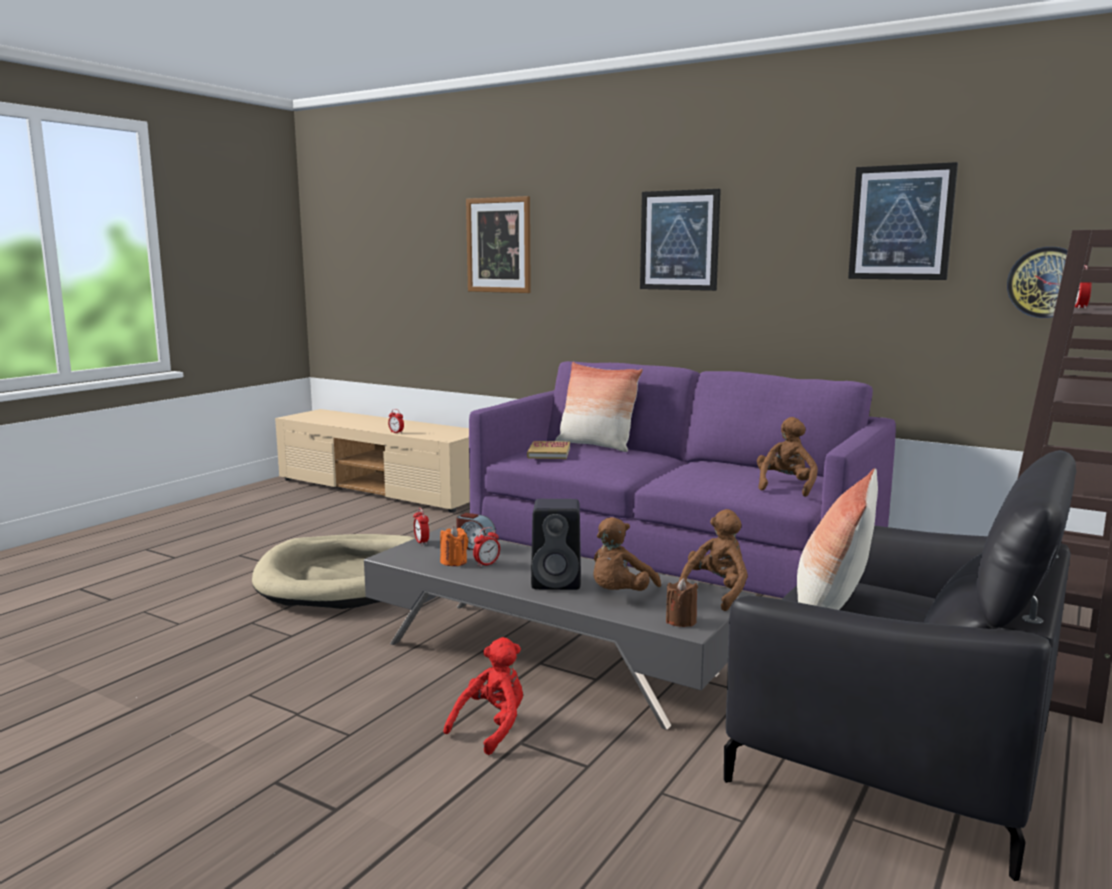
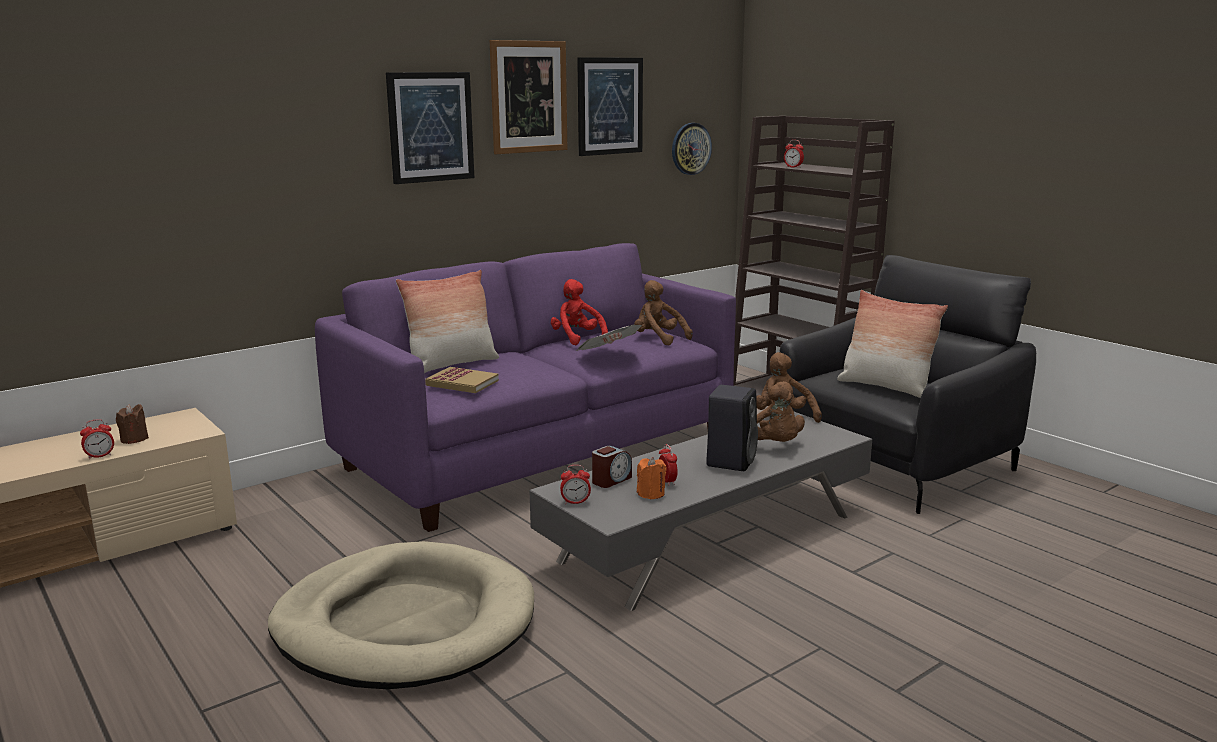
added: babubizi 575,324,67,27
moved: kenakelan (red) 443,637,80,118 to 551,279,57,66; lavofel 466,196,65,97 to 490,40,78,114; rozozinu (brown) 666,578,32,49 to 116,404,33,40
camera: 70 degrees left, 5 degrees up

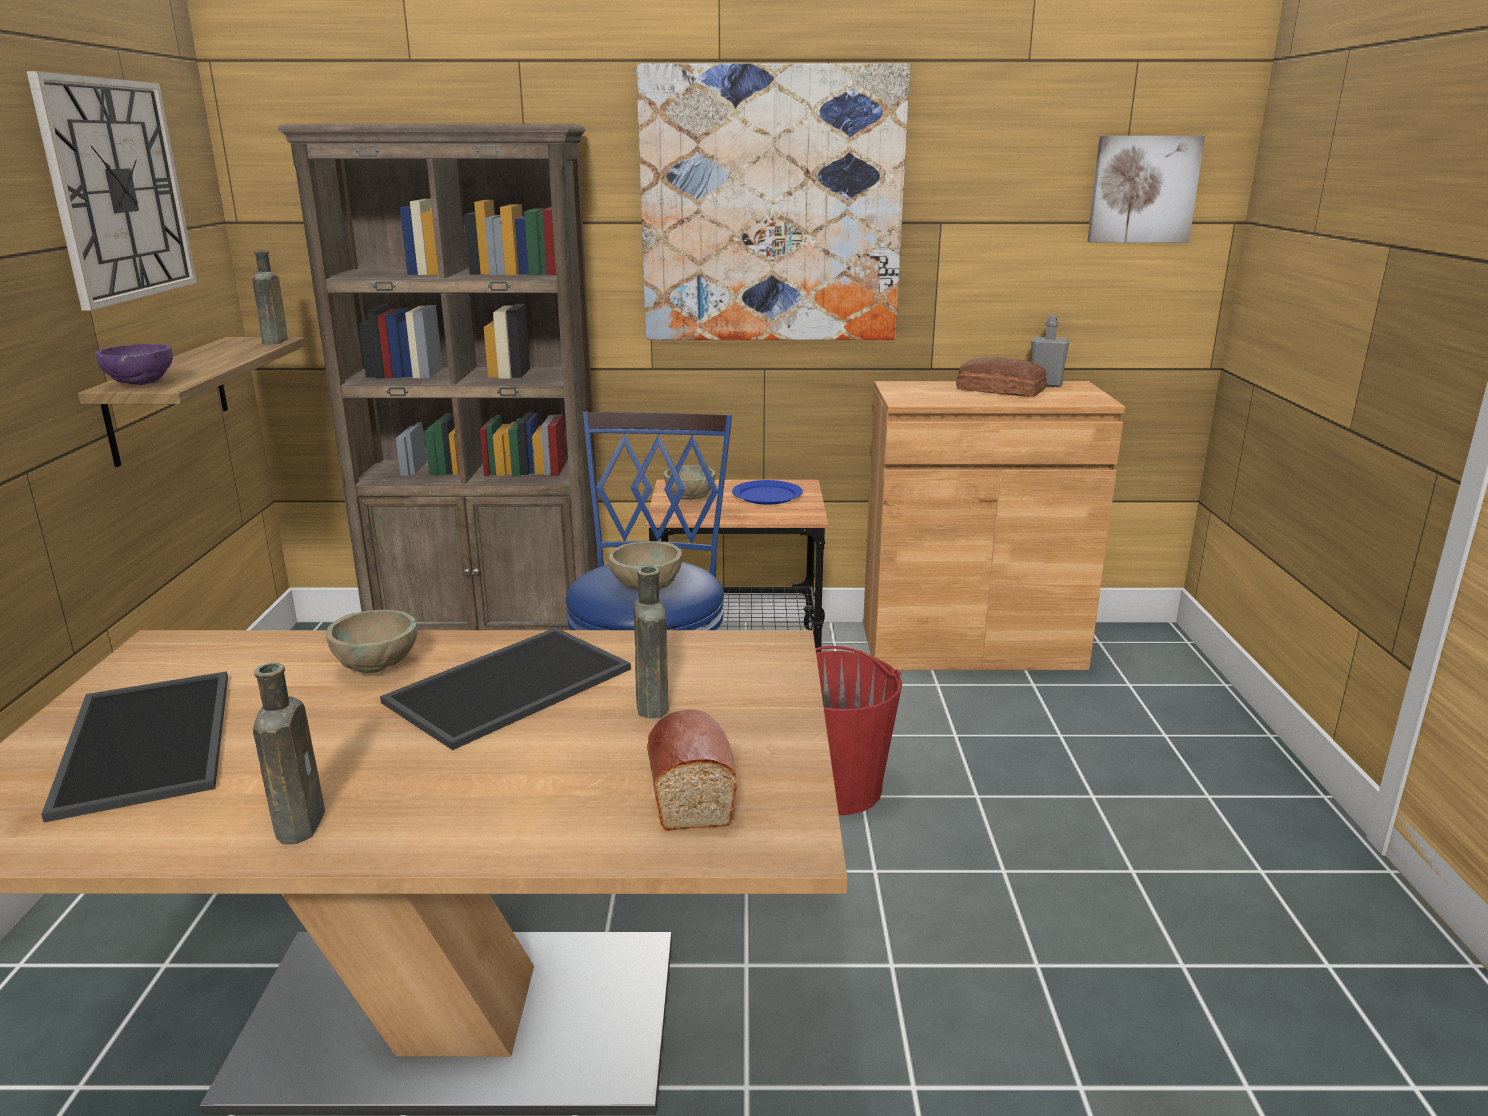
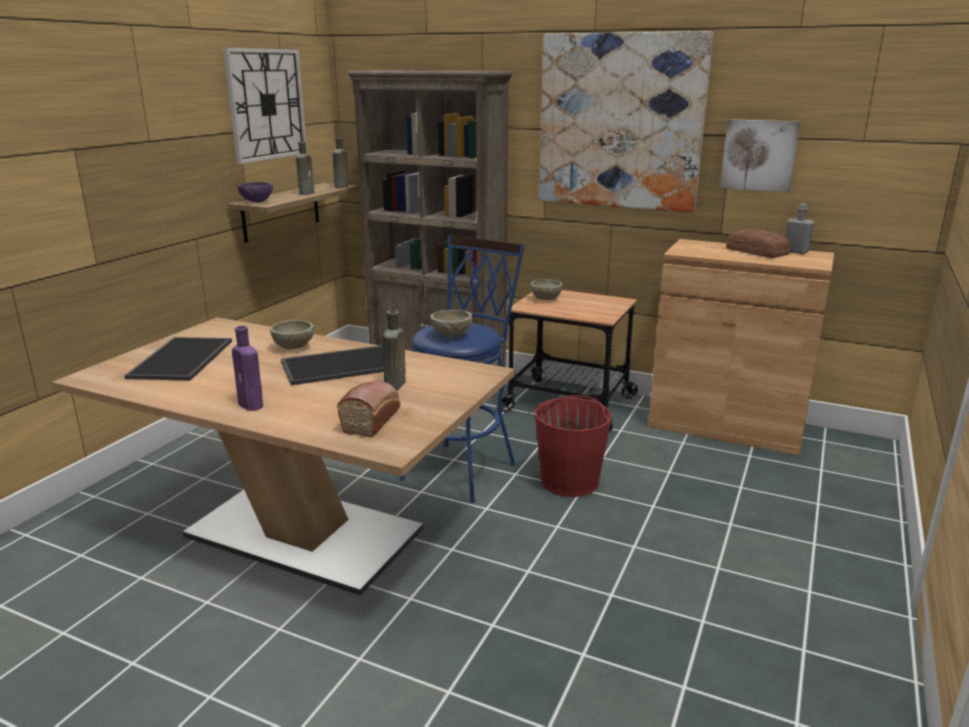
removed: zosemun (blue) 732,480,71,25
added: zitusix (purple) 232,326,31,85
moved: zitusix (brown) 253,663,72,181 to 296,142,19,53; lavofel 1087,136,118,107 to 720,119,80,73
camera: 25 degrees right, 0 degrees up

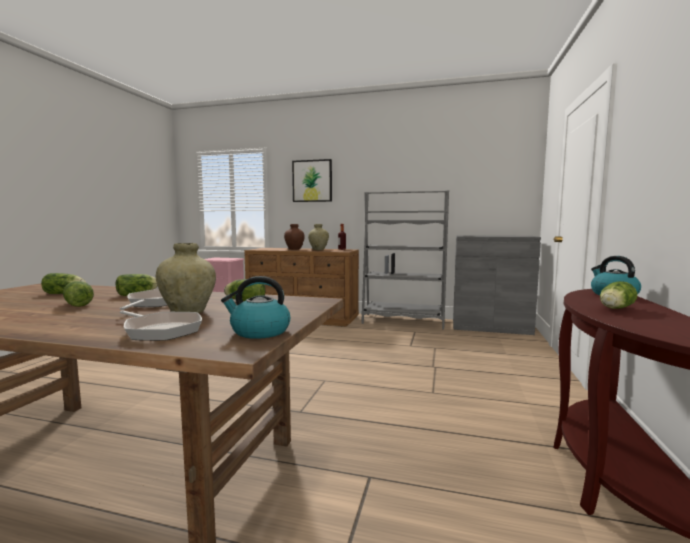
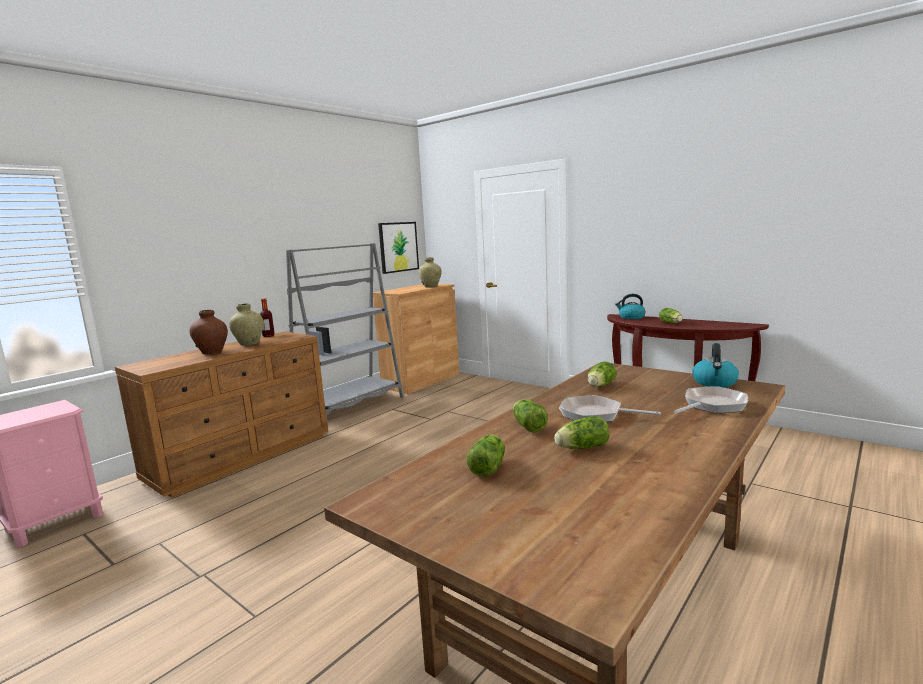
moved: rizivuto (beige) 156,243,60,70 to 419,258,23,29; lavofel 292,159,40,43 to 378,222,41,52
recoloured: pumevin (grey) 453,235,88,100 to pumevin (brown) 373,284,86,110
camera: 65 degrees left, 5 degrees up

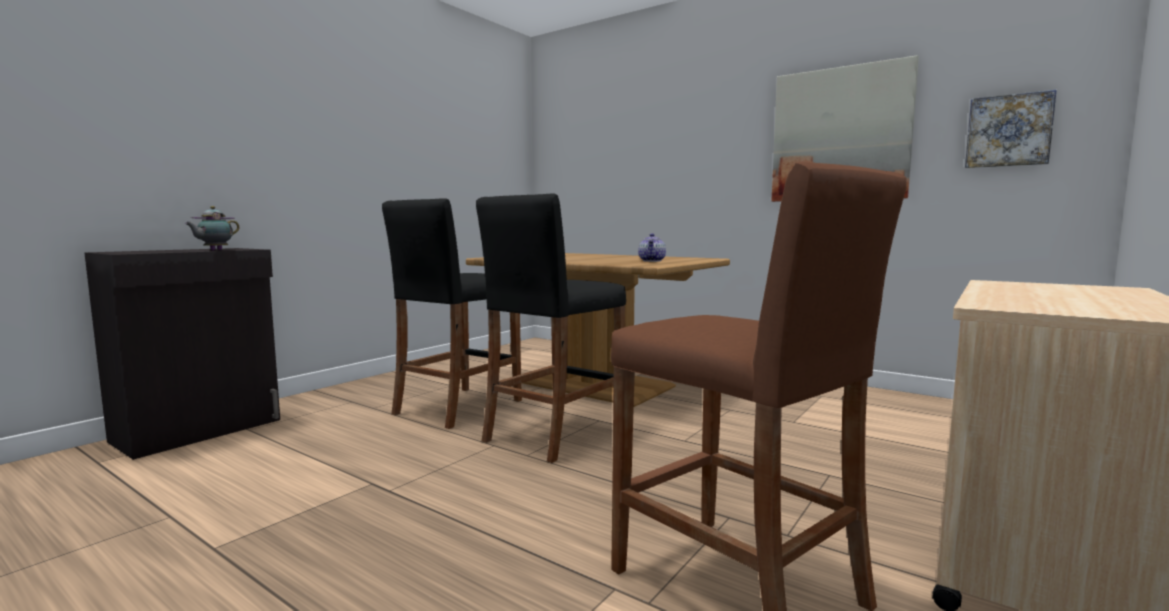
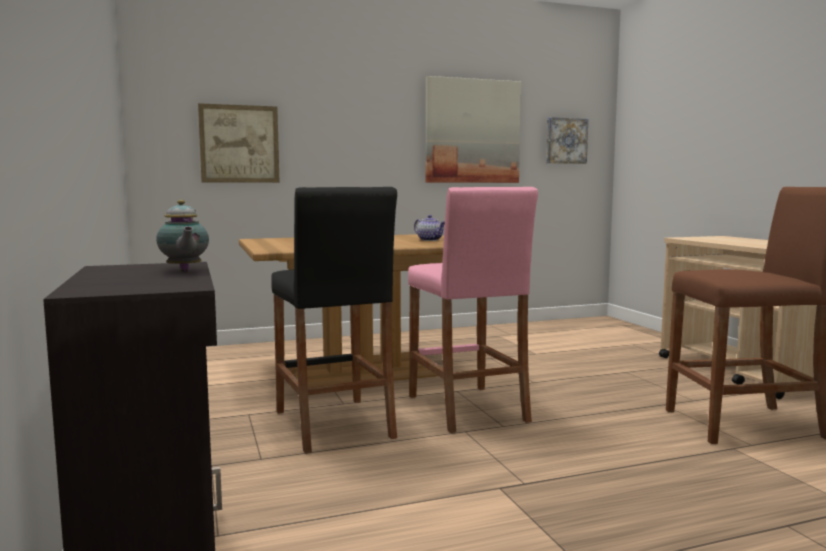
added: lavofel 198,103,82,80
recoloured: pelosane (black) 476,194,150,269 to pelosane (pink) 408,187,130,246
camera: 55 degrees left, 0 degrees up

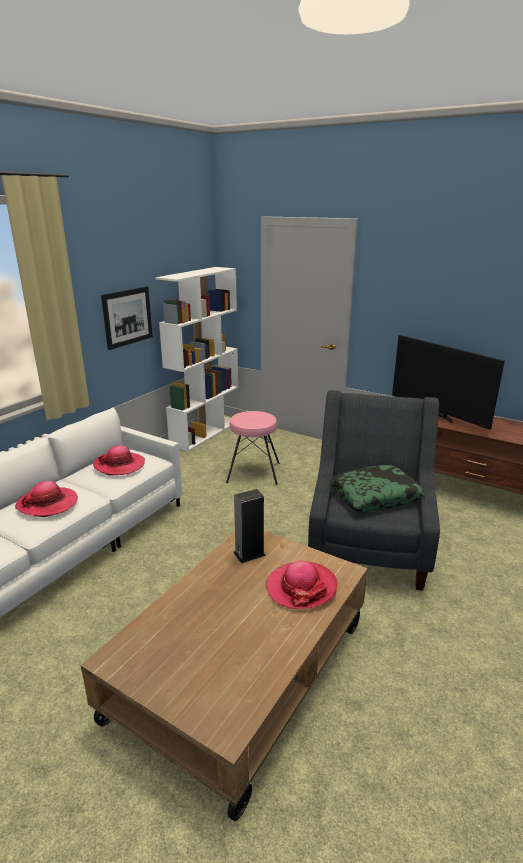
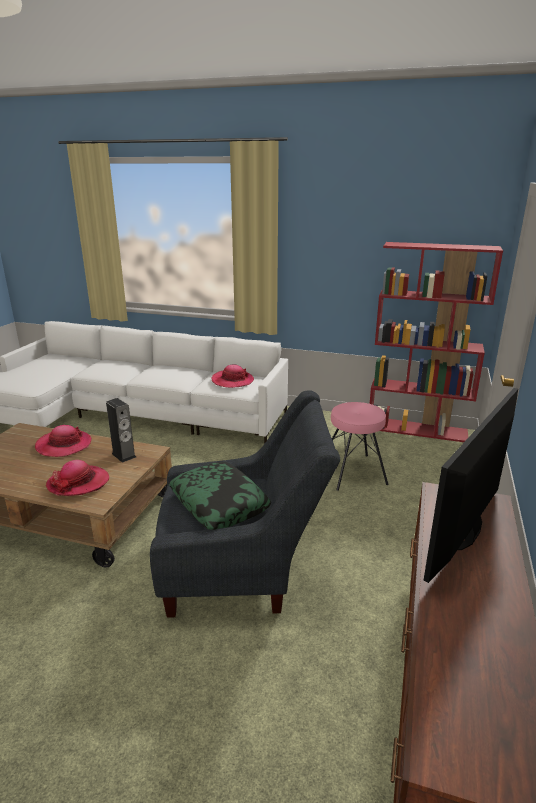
removed: lavofel 101,286,52,64
moved: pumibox 15,481,63,36 to 35,425,57,32
recoloured: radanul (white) 155,267,83,185 to radanul (red) 370,242,133,200
camera: 75 degrees right, 0 degrees up

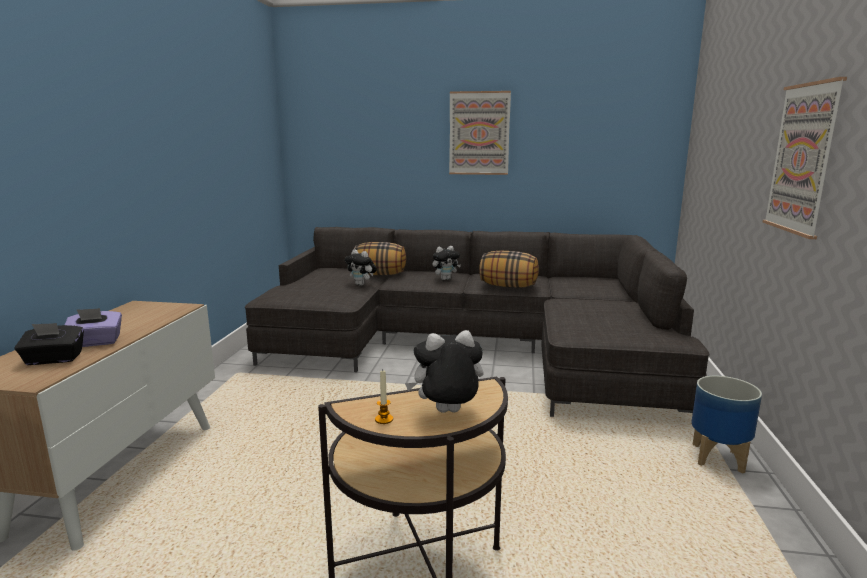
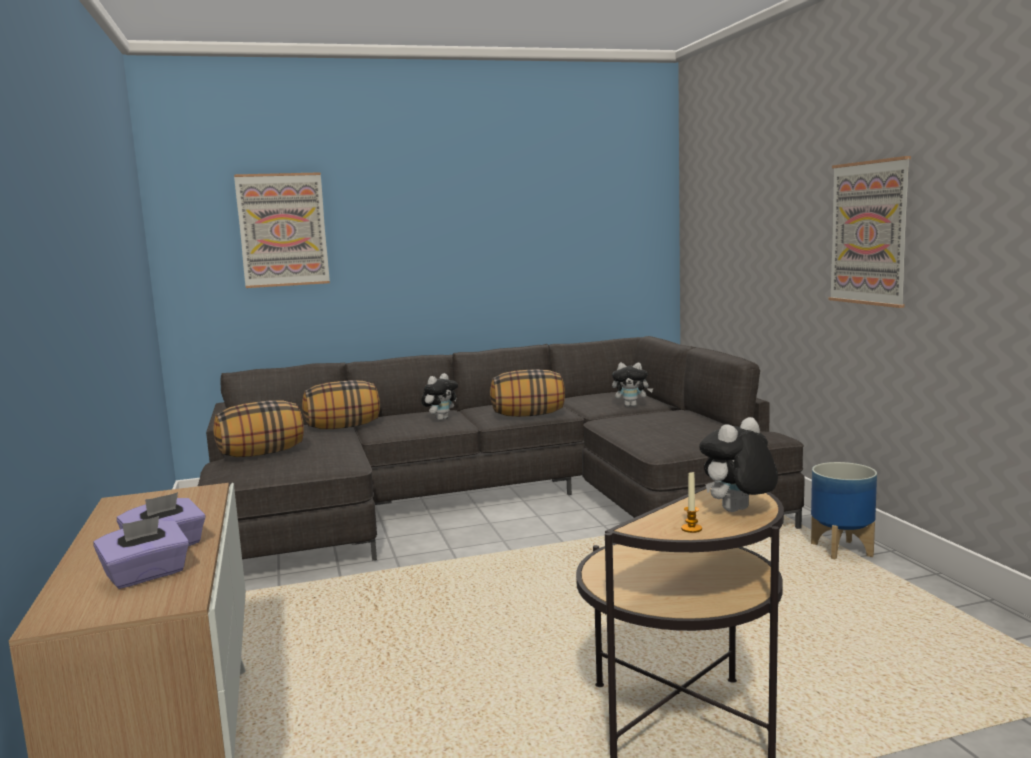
added: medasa 213,401,91,56
moved: kenakelan 345,249,32,37 to 612,363,41,44; lavofel 449,91,62,84 to 234,172,96,116
recoloured: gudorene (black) 15,323,69,42 to gudorene (purple) 93,516,96,73
camera: 25 degrees left, 5 degrees down

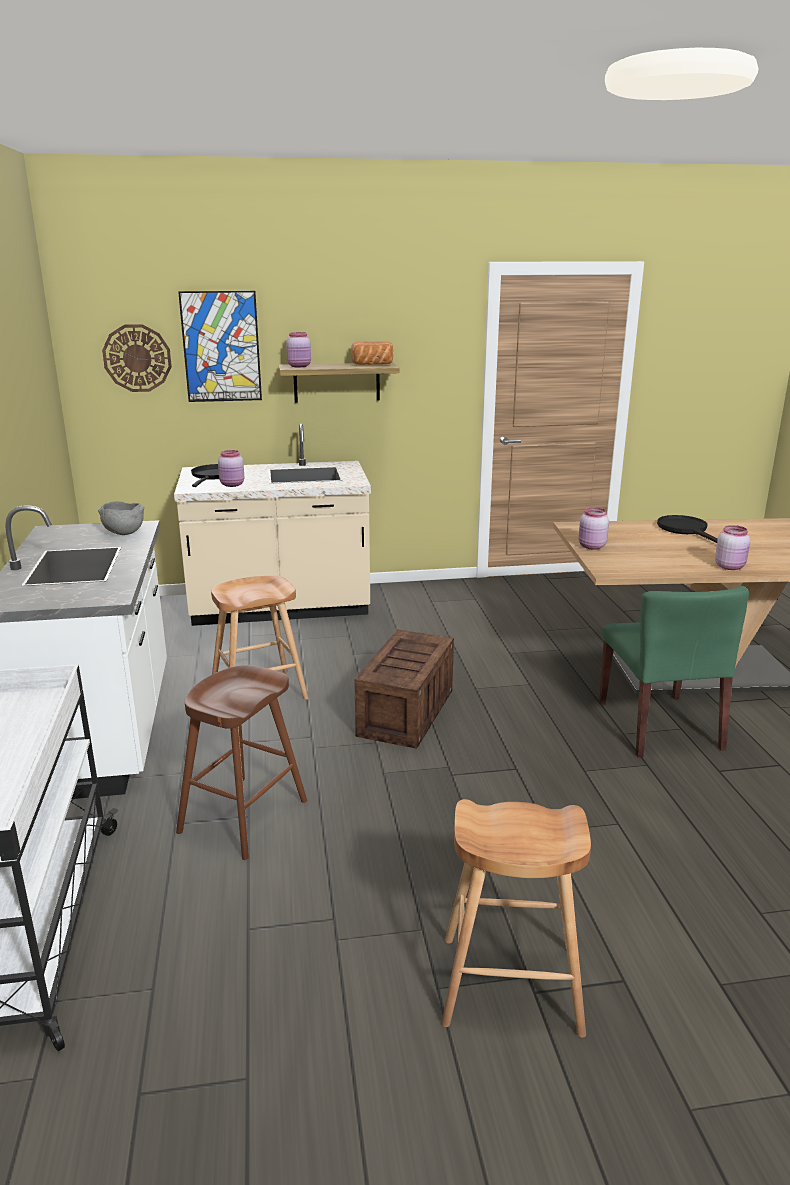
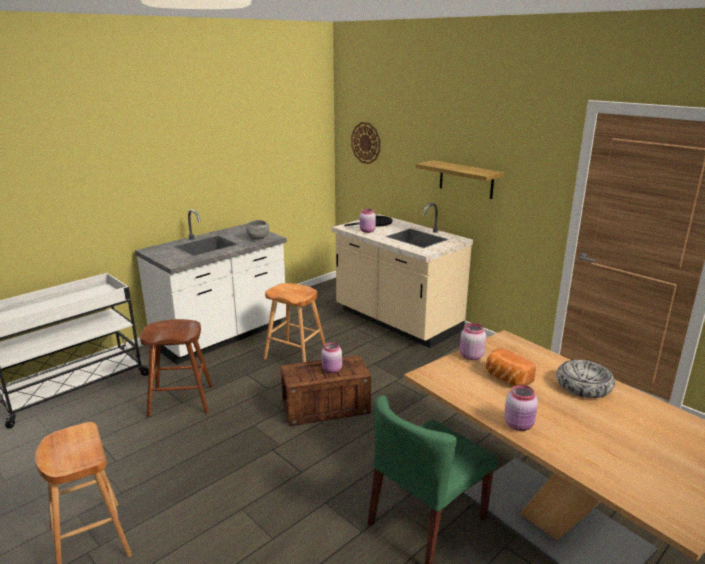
removed: lavofel 178,291,84,111
moved: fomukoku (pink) 286,332,25,35 to 321,342,21,31; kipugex 351,341,42,24 to 486,348,50,38
replaced: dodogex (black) 657,515,61,28 to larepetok 556,360,59,38
camera: 55 degrees right, 0 degrees up

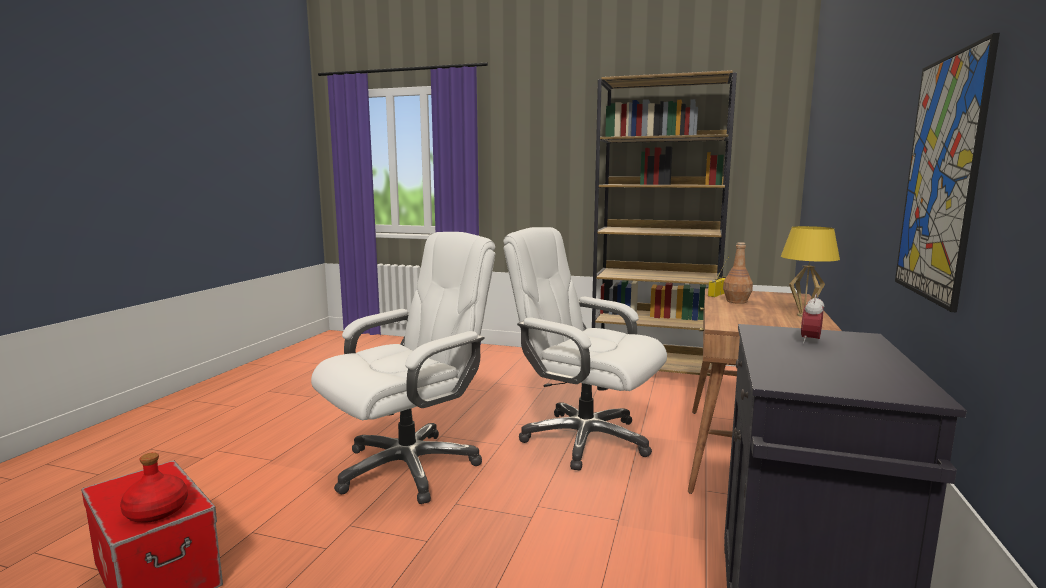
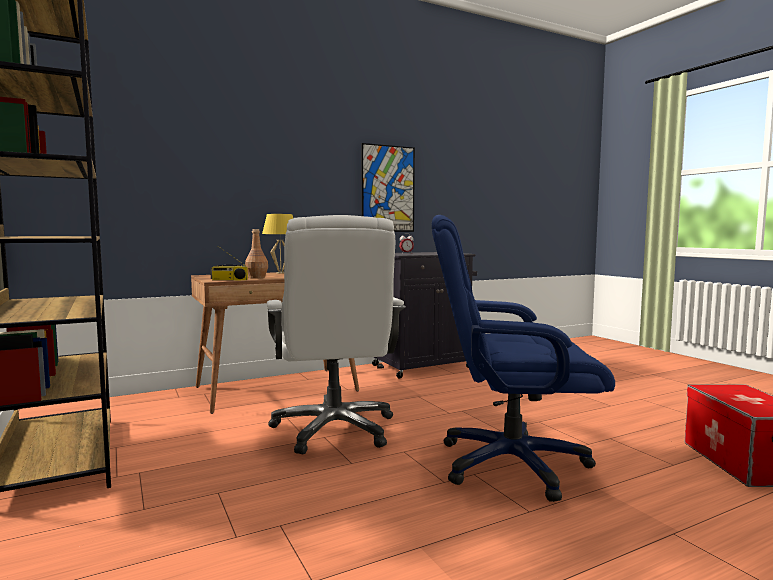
removed: zitusix (red) 120,452,68,71
recoloured: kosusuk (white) 311,232,184,272 to kosusuk (blue) 432,215,183,287
camera: 135 degrees left, 5 degrees down

